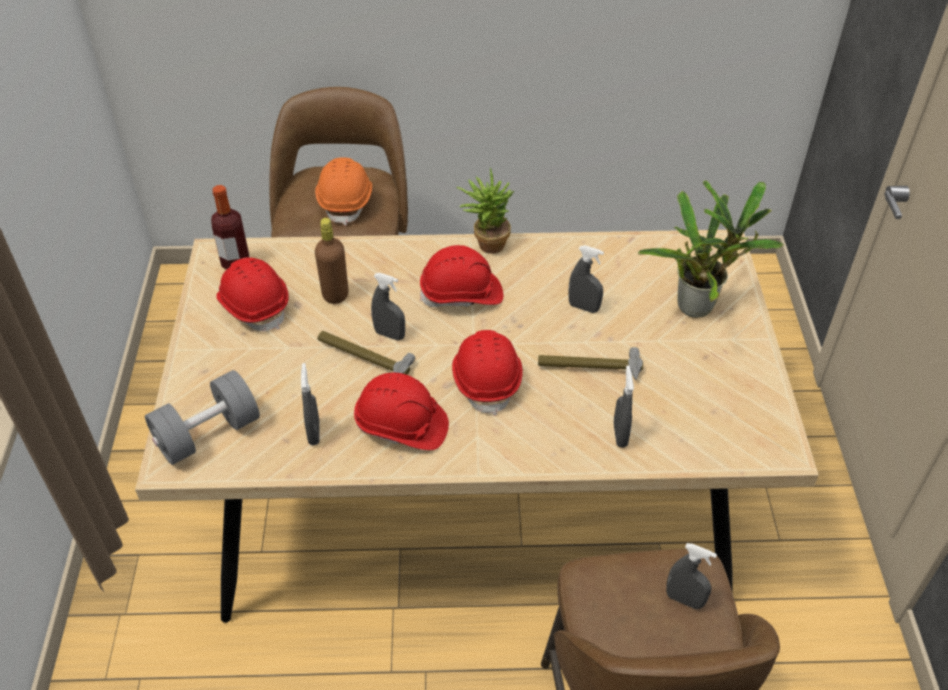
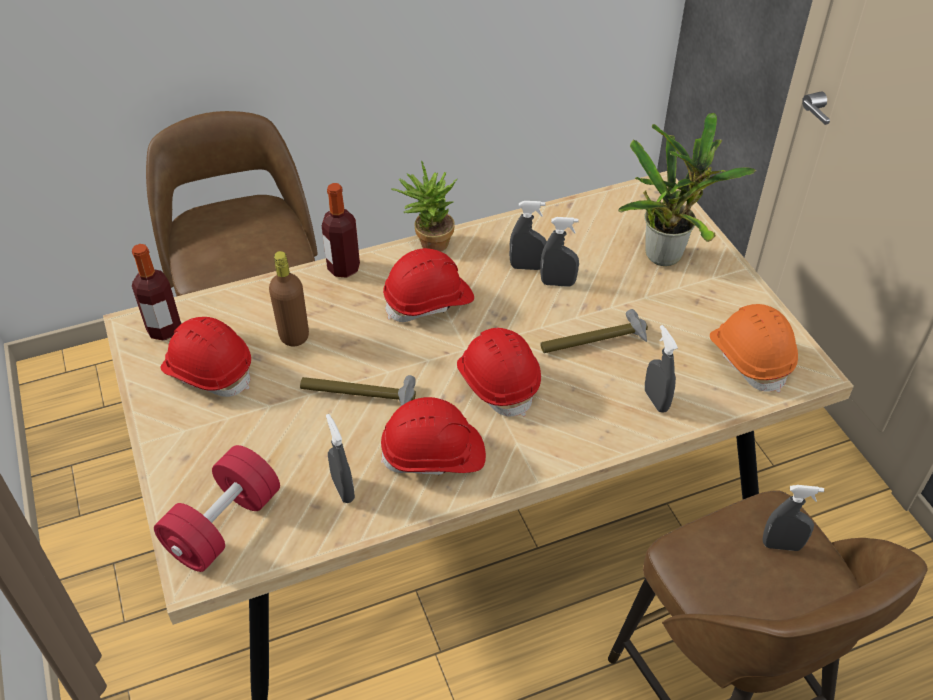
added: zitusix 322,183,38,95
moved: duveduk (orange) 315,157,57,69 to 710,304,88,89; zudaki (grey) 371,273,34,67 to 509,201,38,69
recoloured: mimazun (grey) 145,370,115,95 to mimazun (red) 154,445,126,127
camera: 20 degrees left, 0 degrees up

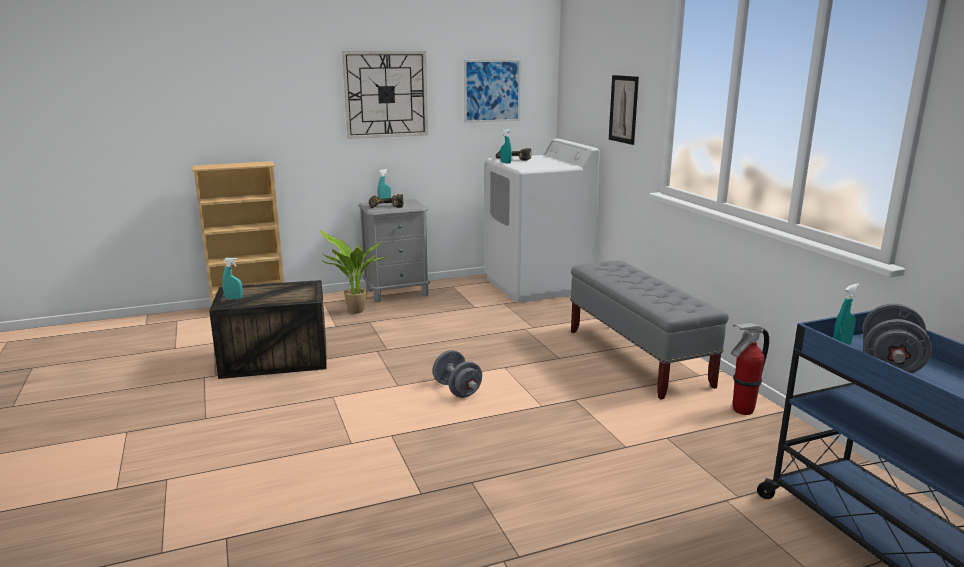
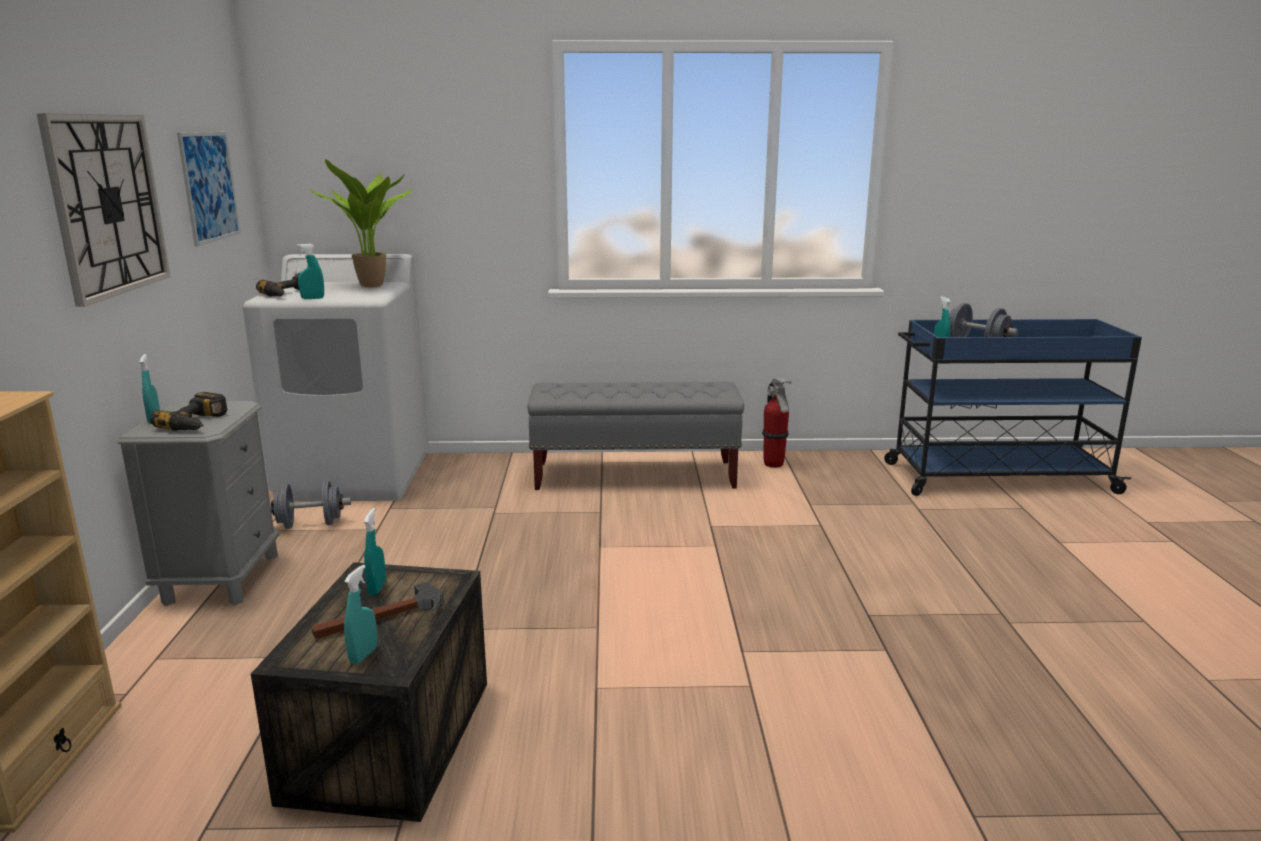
removed: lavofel 609,75,30,70
added: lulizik 312,581,131,58; zudaki (turquoise) 364,508,22,87
moved: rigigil 319,229,69,85 to 309,159,103,128; mimazun (grey) 433,350,49,48 to 270,481,81,48
camera: 70 degrees left, 0 degrees up

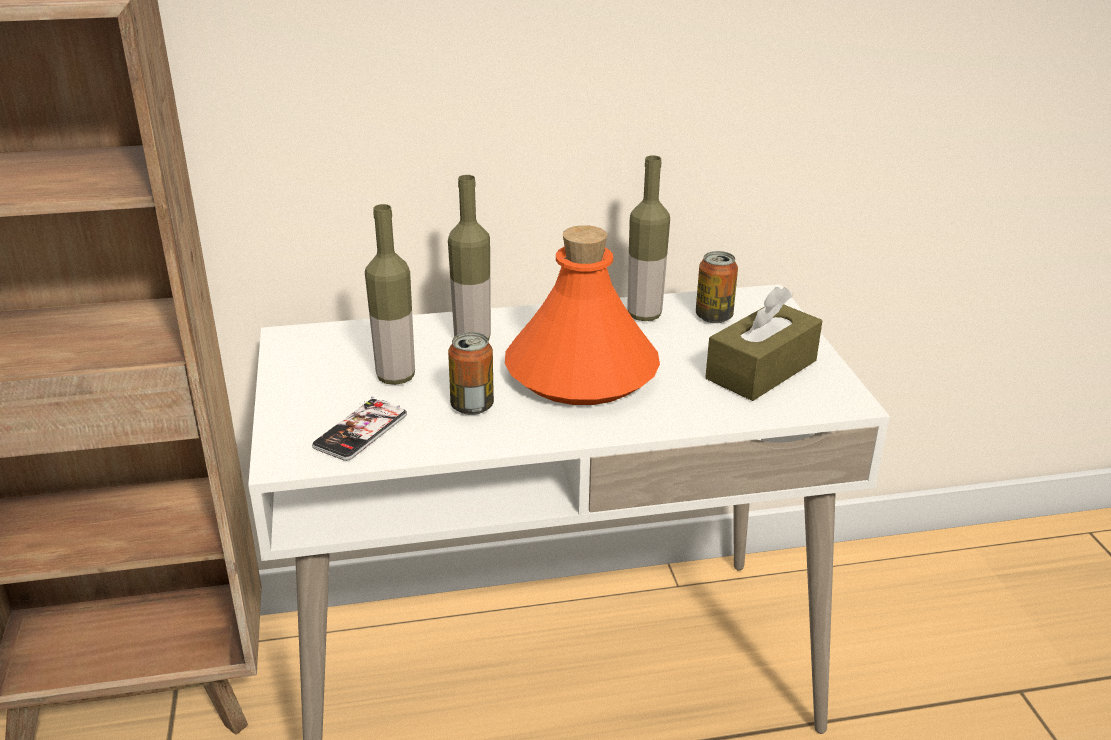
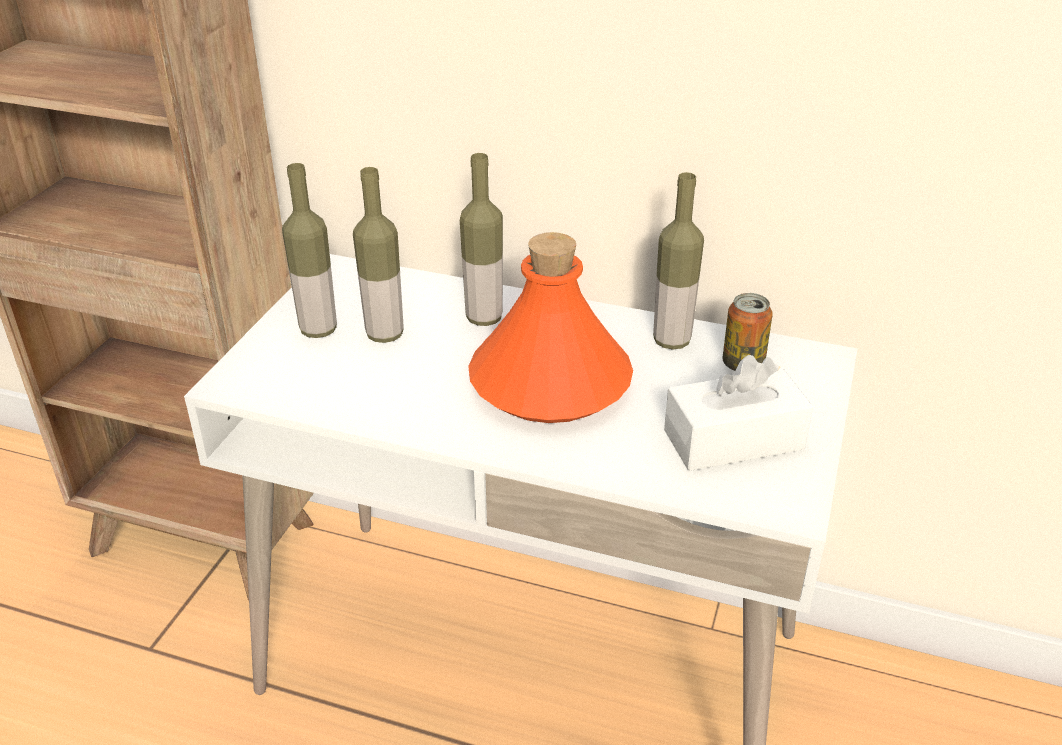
removed: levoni 312,396,95,65; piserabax 448,332,46,83
added: zitusix 282,163,55,175
recoloured: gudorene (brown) 705,287,117,114 to gudorene (white) 664,355,149,116
camera: 30 degrees right, 5 degrees up

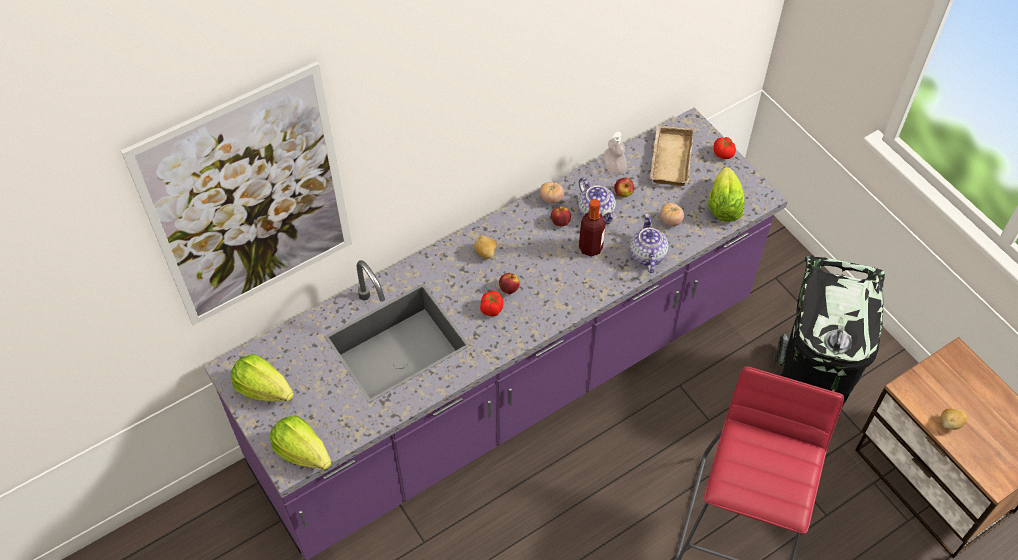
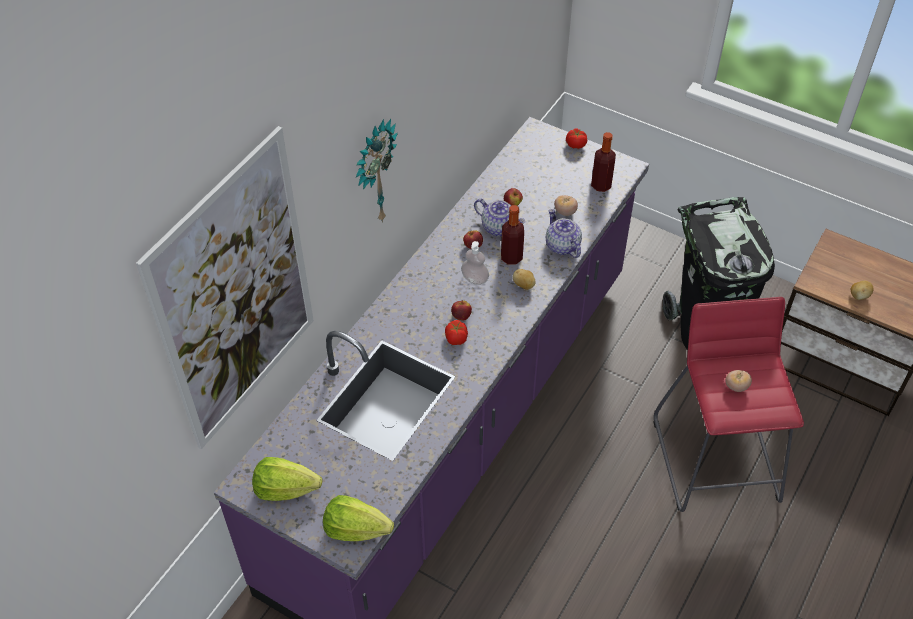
removed: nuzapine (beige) 650,125,44,61
added: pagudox 356,119,42,104
moved: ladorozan 474,235,23,24 to 513,269,23,21; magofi 539,182,25,22 to 725,370,27,22; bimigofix 603,132,24,43 to 461,241,28,44
replaced: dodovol 708,167,36,55 to zitusix 591,132,25,60
camera: 25 degrees left, 5 degrees down

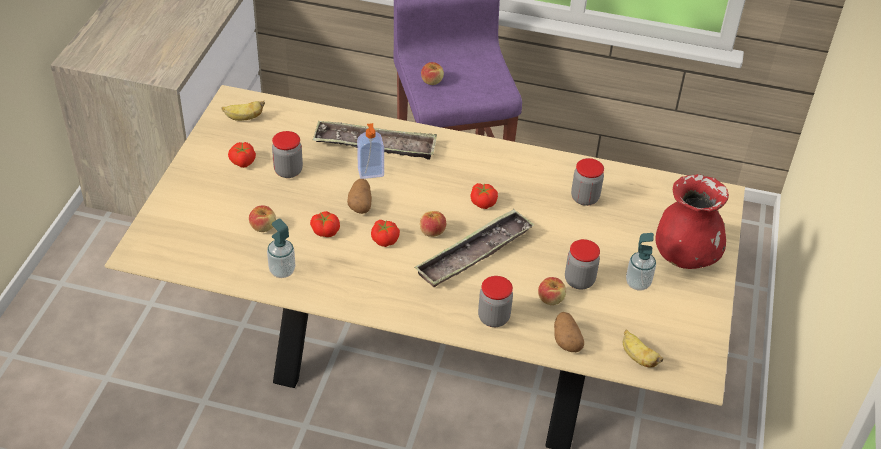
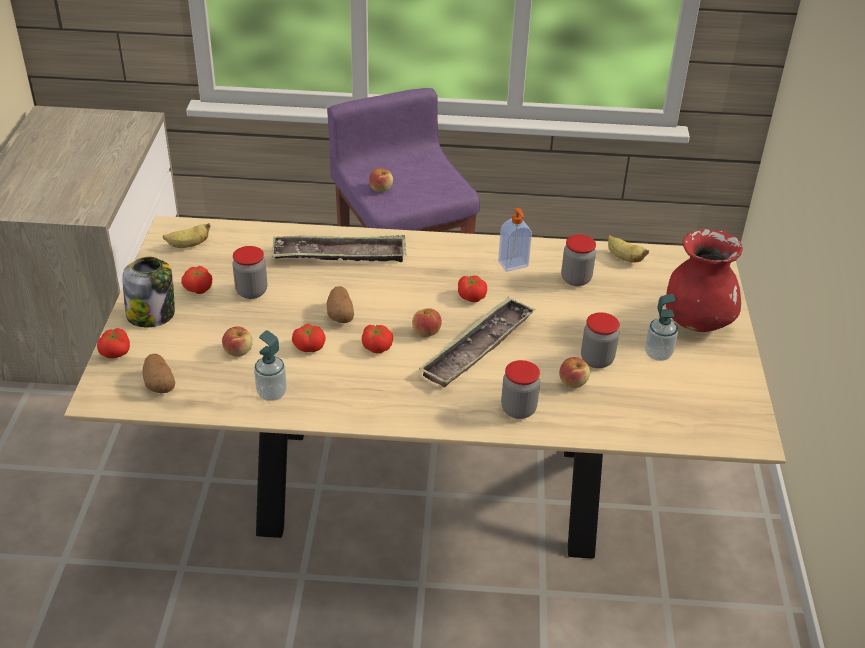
added: magofi 97,328,33,31; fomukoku 122,257,53,70
moved: bimigofix 357,123,27,56 to 498,208,34,64; ladorozan 554,312,30,40 to 142,354,33,39; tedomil 623,330,40,38 to 608,235,41,28
camera: 10 degrees left, 5 degrees down

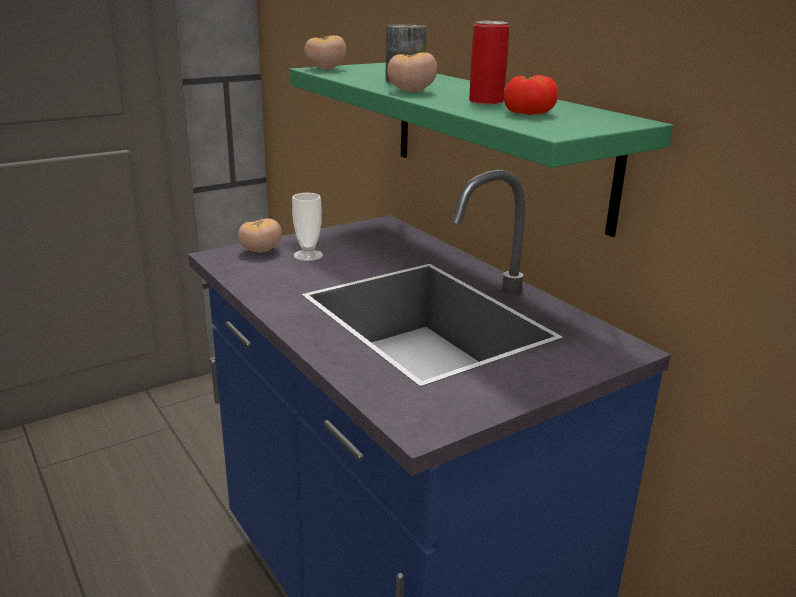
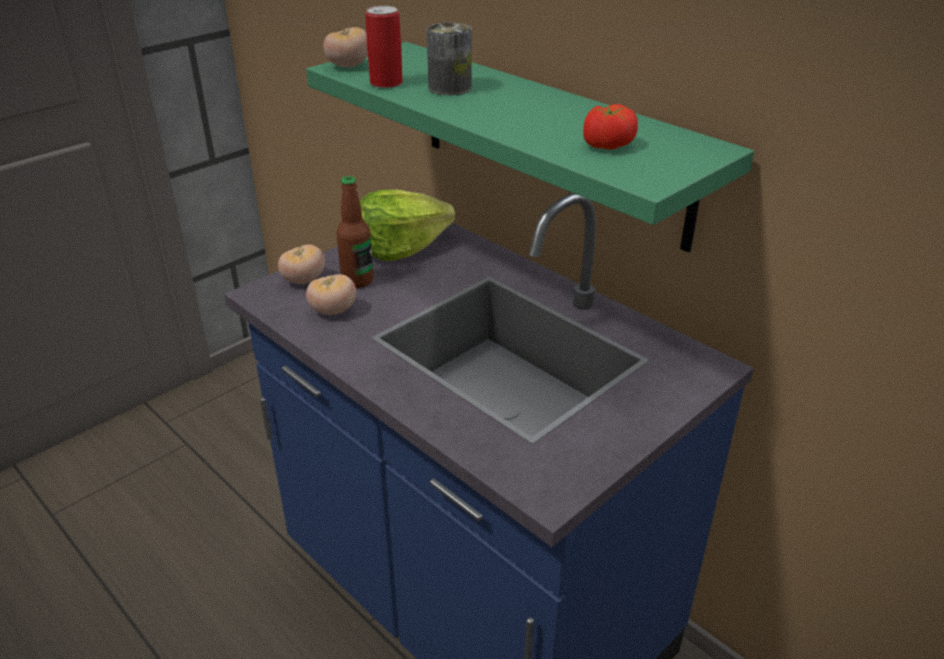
added: dodovol 360,190,95,71
moved: magofi 387,52,50,40 to 306,274,50,41; piserabax 469,21,40,84 to 365,6,38,82
replaced: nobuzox 292,193,31,68 to zitusix 336,176,38,112
camera: 10 degrees left, 10 degrees up

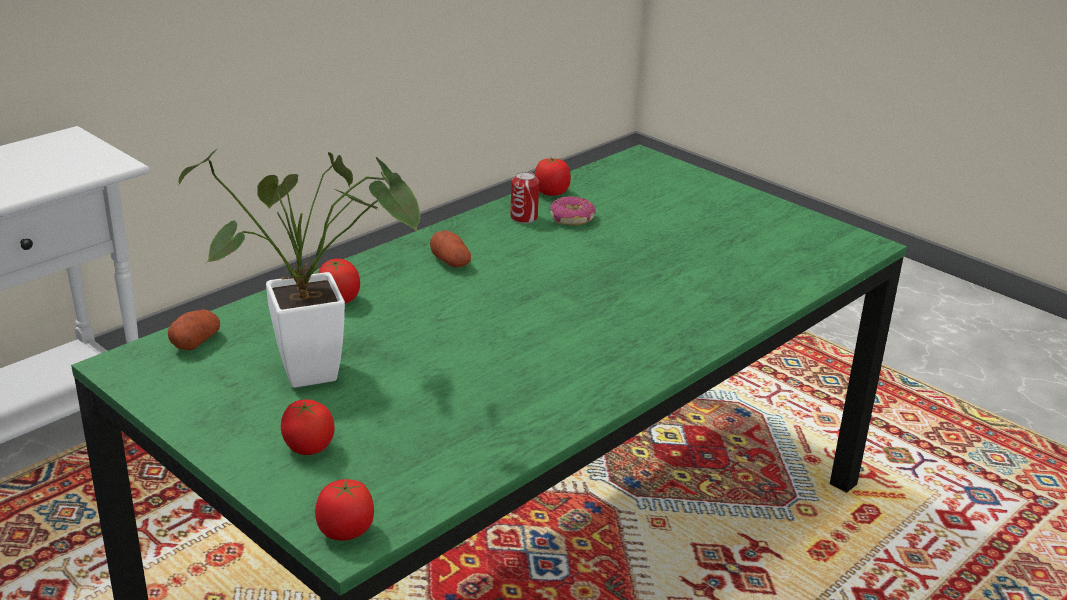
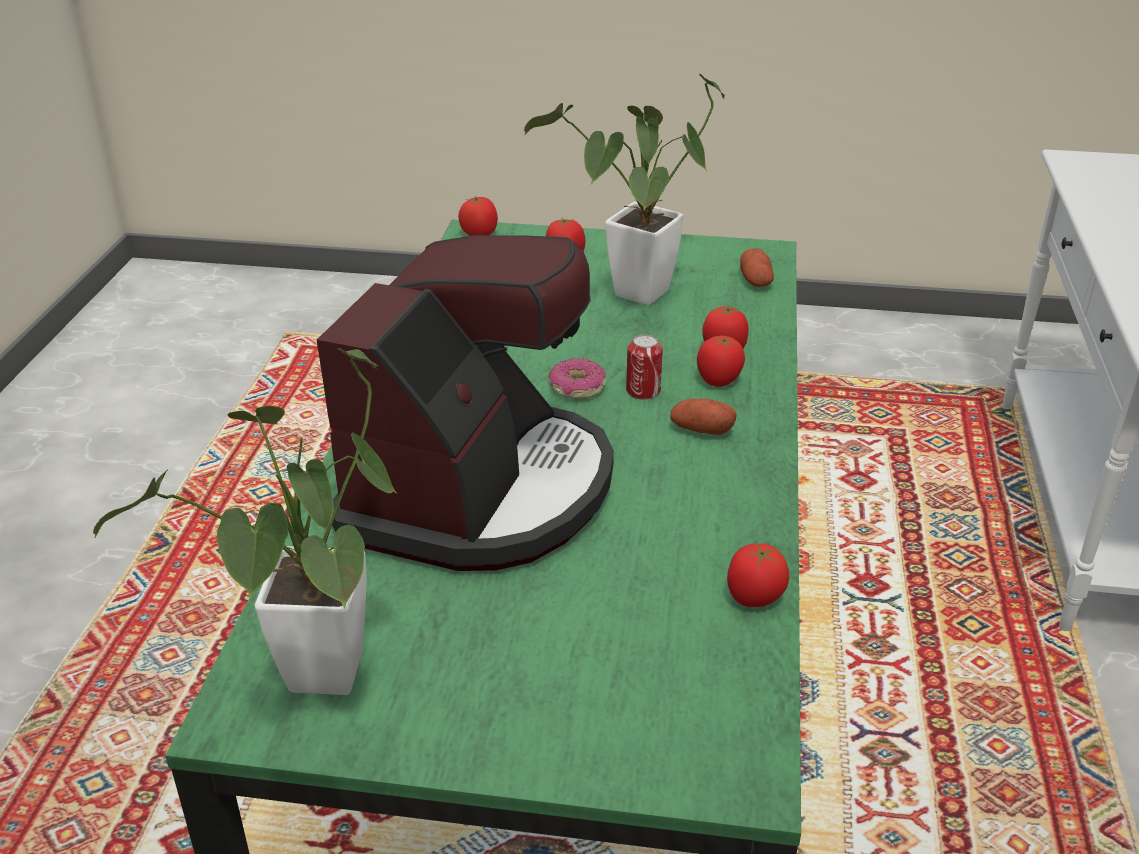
added: rigigil 93,348,304,347; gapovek 317,235,297,336; magofi 697,335,48,52
moved: piserabax 510,172,29,51 to 626,335,37,65; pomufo 550,196,46,29 to 549,358,57,40
camera: 145 degrees right, 5 degrees up

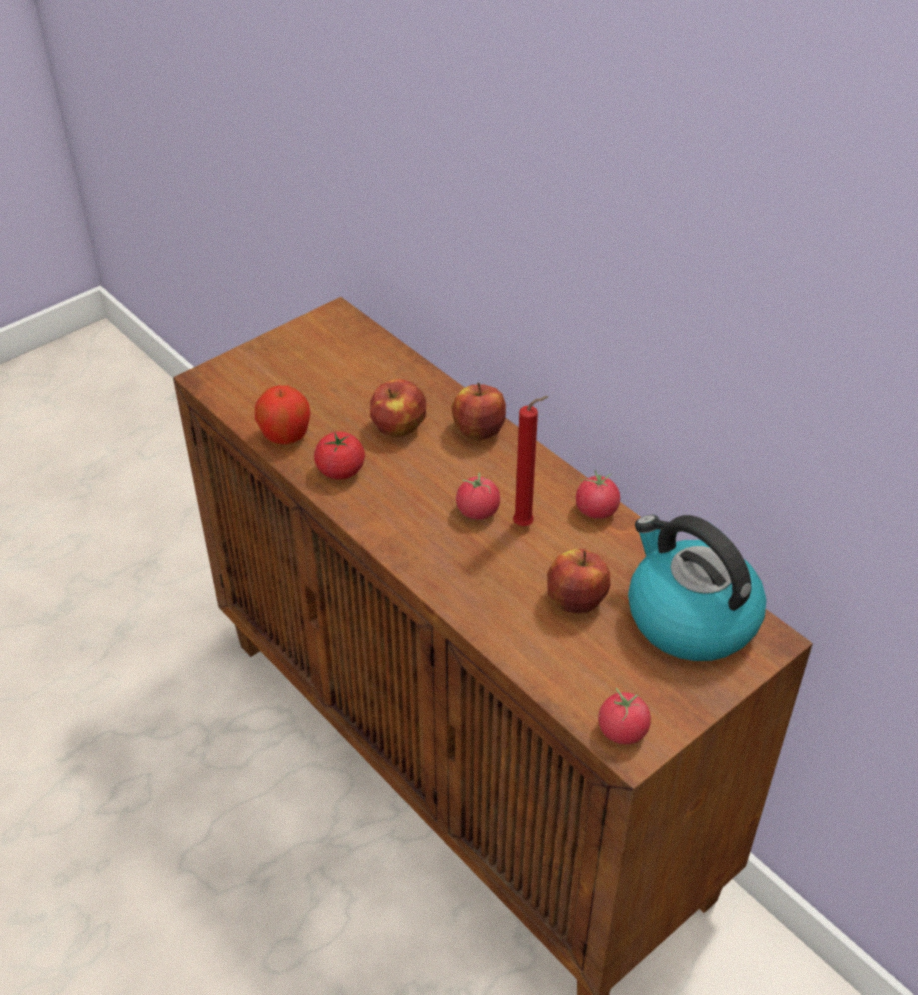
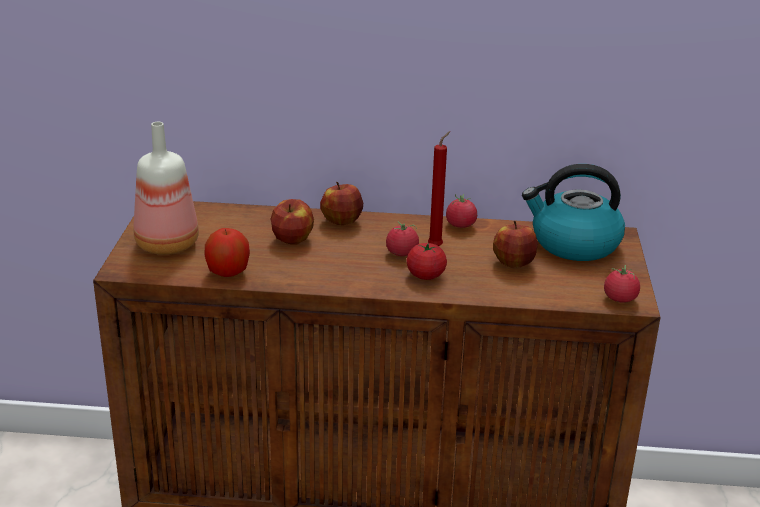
added: zitusix 134,122,65,133
moved: magofi 314,432,51,48 to 406,243,41,37
camera: 45 degrees left, 15 degrees down

